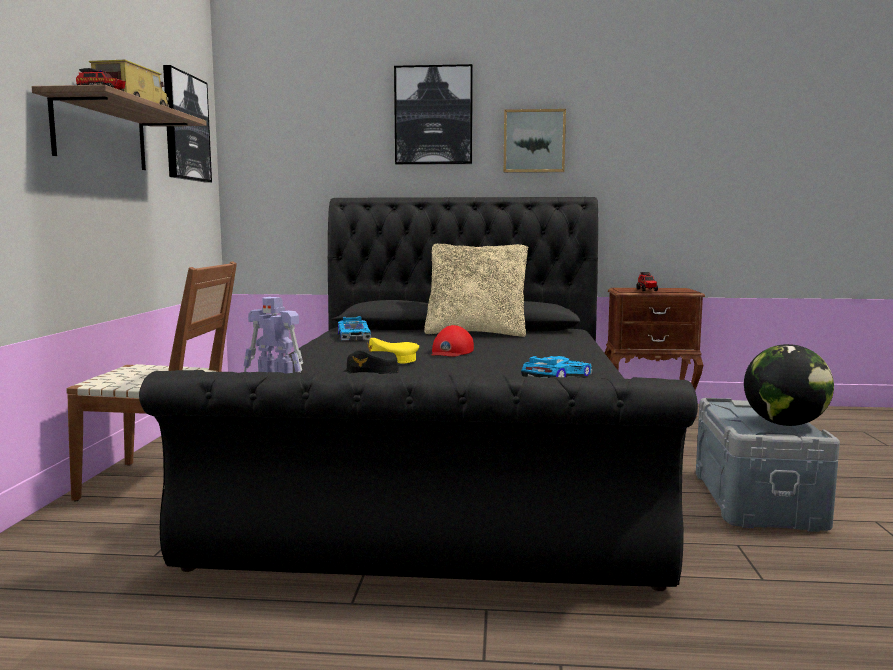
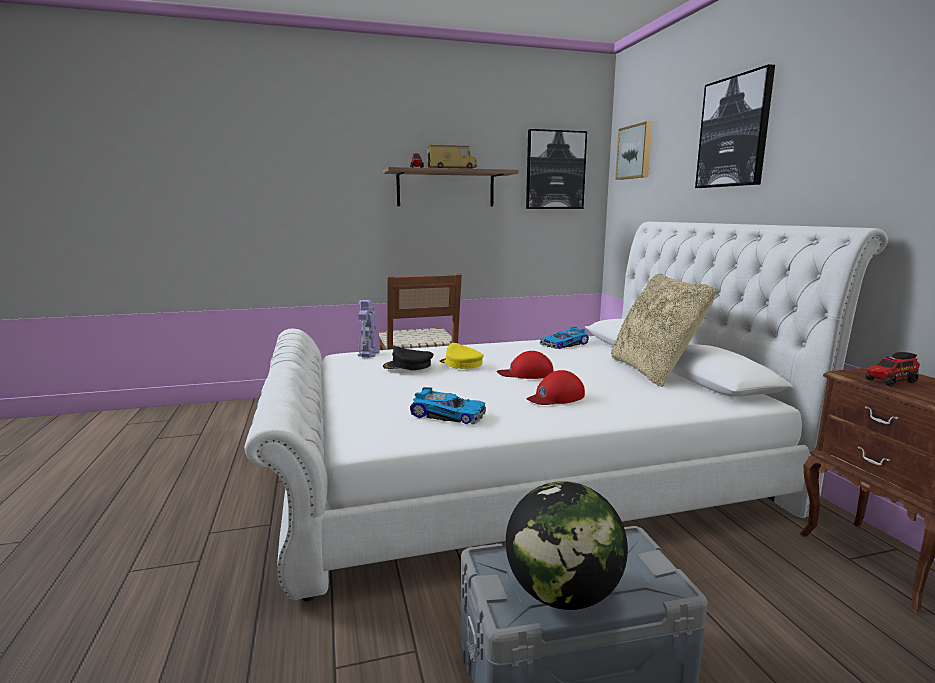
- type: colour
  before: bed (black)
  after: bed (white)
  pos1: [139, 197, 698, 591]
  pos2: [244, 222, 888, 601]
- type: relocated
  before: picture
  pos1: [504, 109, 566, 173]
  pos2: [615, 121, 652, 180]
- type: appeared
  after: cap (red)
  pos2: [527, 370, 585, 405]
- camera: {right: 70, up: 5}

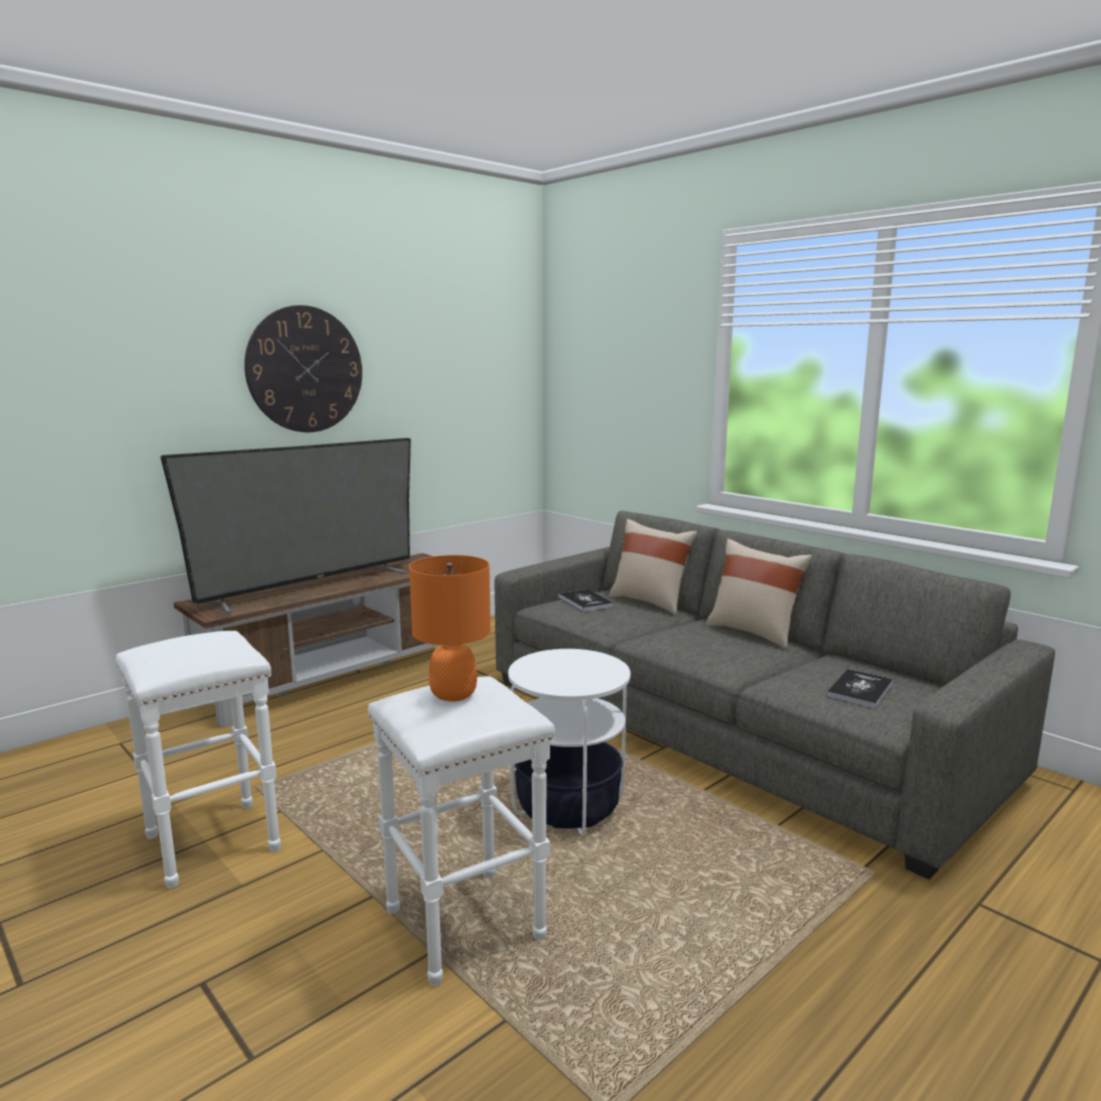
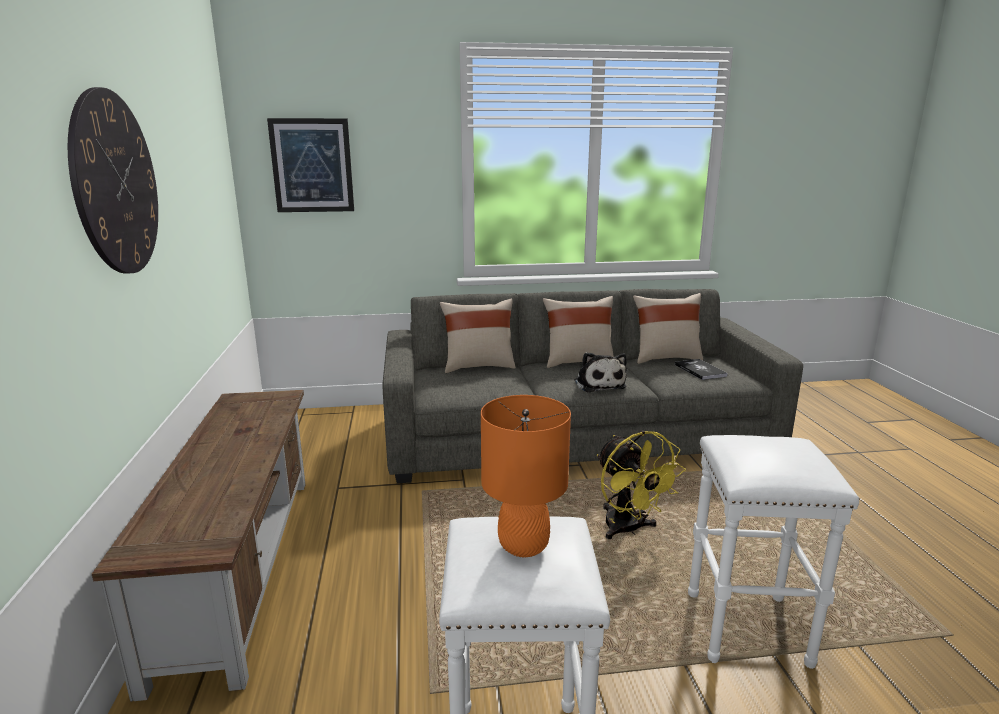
- type: missing
  before: television
  pos1: [161, 438, 411, 614]
- type: relocated
  before: table lamp (orange)
  pos1: [409, 555, 491, 702]
  pos2: [481, 395, 571, 557]
- type: exchanged
  before: side table (white)
  after: fan (yellow)
  pos1: [508, 649, 631, 836]
  pos2: [597, 431, 686, 539]
- type: missing
  before: book
  pos1: [558, 589, 614, 612]
- type: appeared
  after: picture
  pos2: [267, 118, 354, 212]
- type: appeared
  after: plush toy
  pos2: [575, 352, 627, 392]
- type: appeared
  after: pillow (beige)
  pos2: [633, 293, 703, 364]
- camera: {right: -55, up: 5}

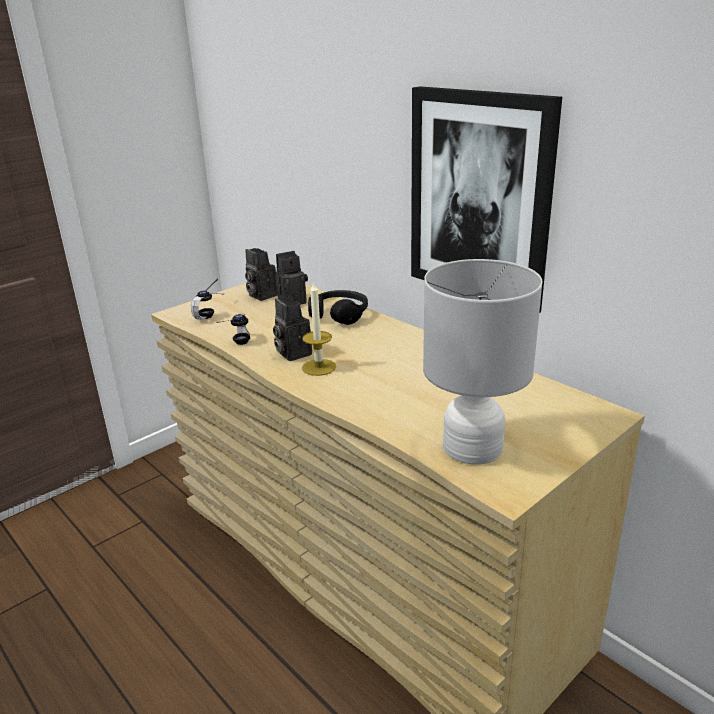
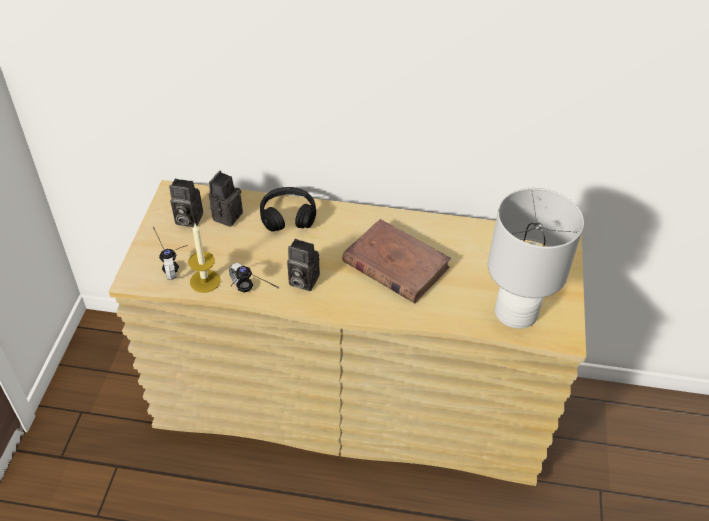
- type: relocated
  before: candle
  pos1: [302, 281, 336, 376]
  pos2: [188, 224, 220, 293]
- type: missing
  before: picture
  pos1: [411, 86, 562, 313]
- type: appeared
  after: book (brown)
  pos2: [342, 219, 451, 304]
- camera: {right: -40, up: 20}

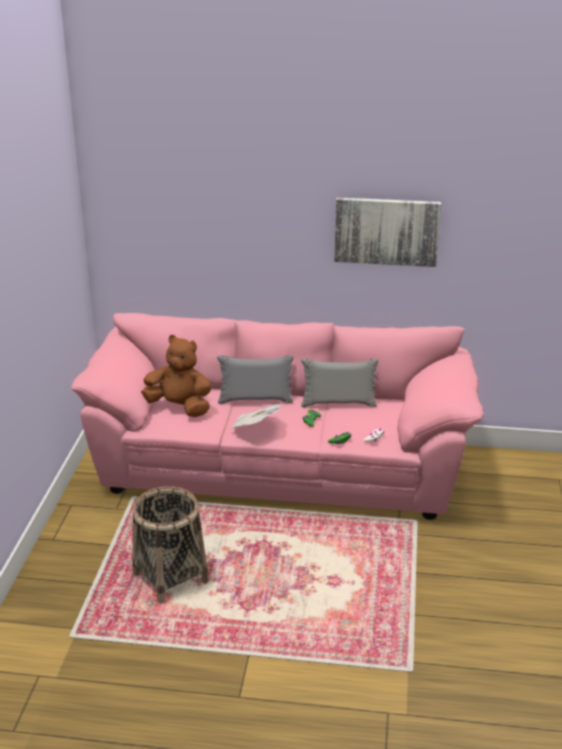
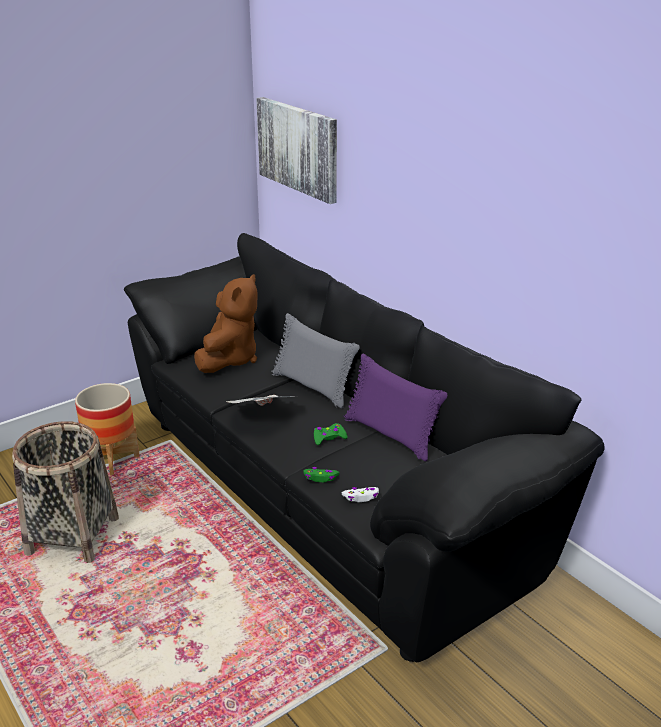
- type: colour
  before: sofa (pink)
  after: sofa (black)
  pos1: [71, 313, 484, 520]
  pos2: [124, 233, 605, 663]
- type: spun
  before: plush toy (brown)
  pos1: [141, 335, 211, 417]
  pos2: [194, 274, 257, 373]
  turn: 45
- type: colour
  before: pillow (grey)
  after: pillow (purple)
  pos1: [301, 358, 378, 408]
  pos2: [344, 354, 447, 461]
- type: relocated
  before: picture
  pos1: [334, 197, 442, 267]
  pos2: [256, 97, 337, 204]
- type: appeared
  after: planter
  pos2: [75, 383, 140, 475]
- camera: {right: 45, up: 0}

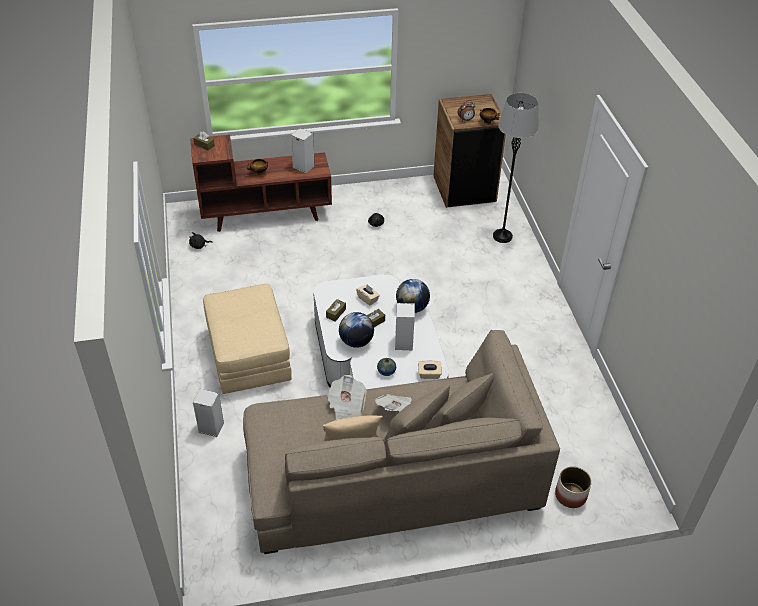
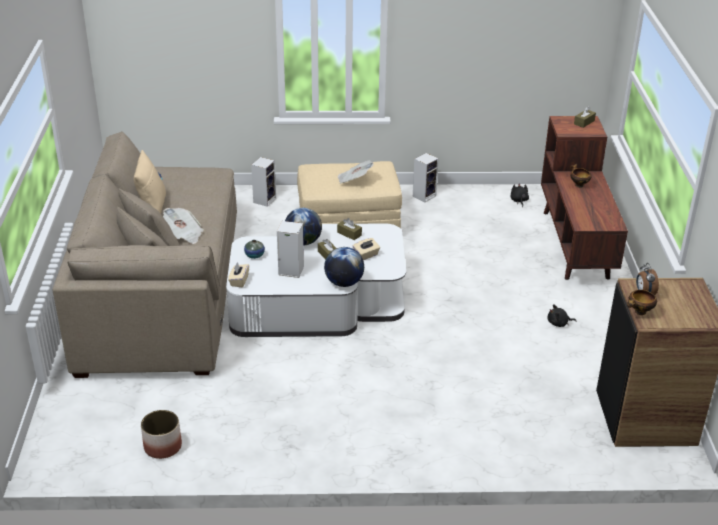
- type: relocated
  before: speaker
  pos1: [291, 128, 314, 173]
  pos2: [413, 153, 439, 202]
- type: relocated
  before: newspaper
  pos1: [327, 375, 367, 420]
  pos2: [338, 160, 374, 184]
- type: missing
  before: floor lamp (grey)
  pos1: [493, 93, 539, 243]
- type: relocated
  before: planter
  pos1: [555, 466, 592, 508]
  pos2: [141, 410, 182, 459]
- camera: {right: 100, up: -10}

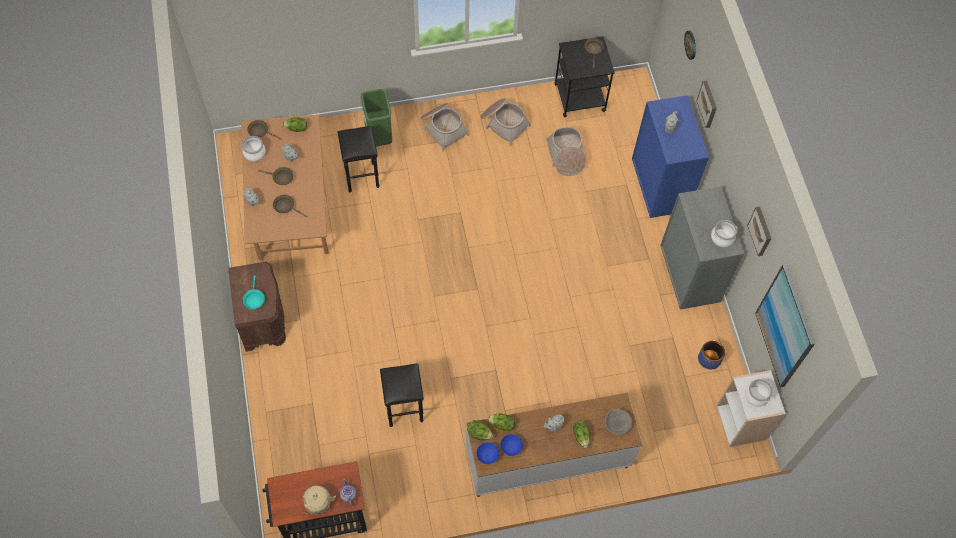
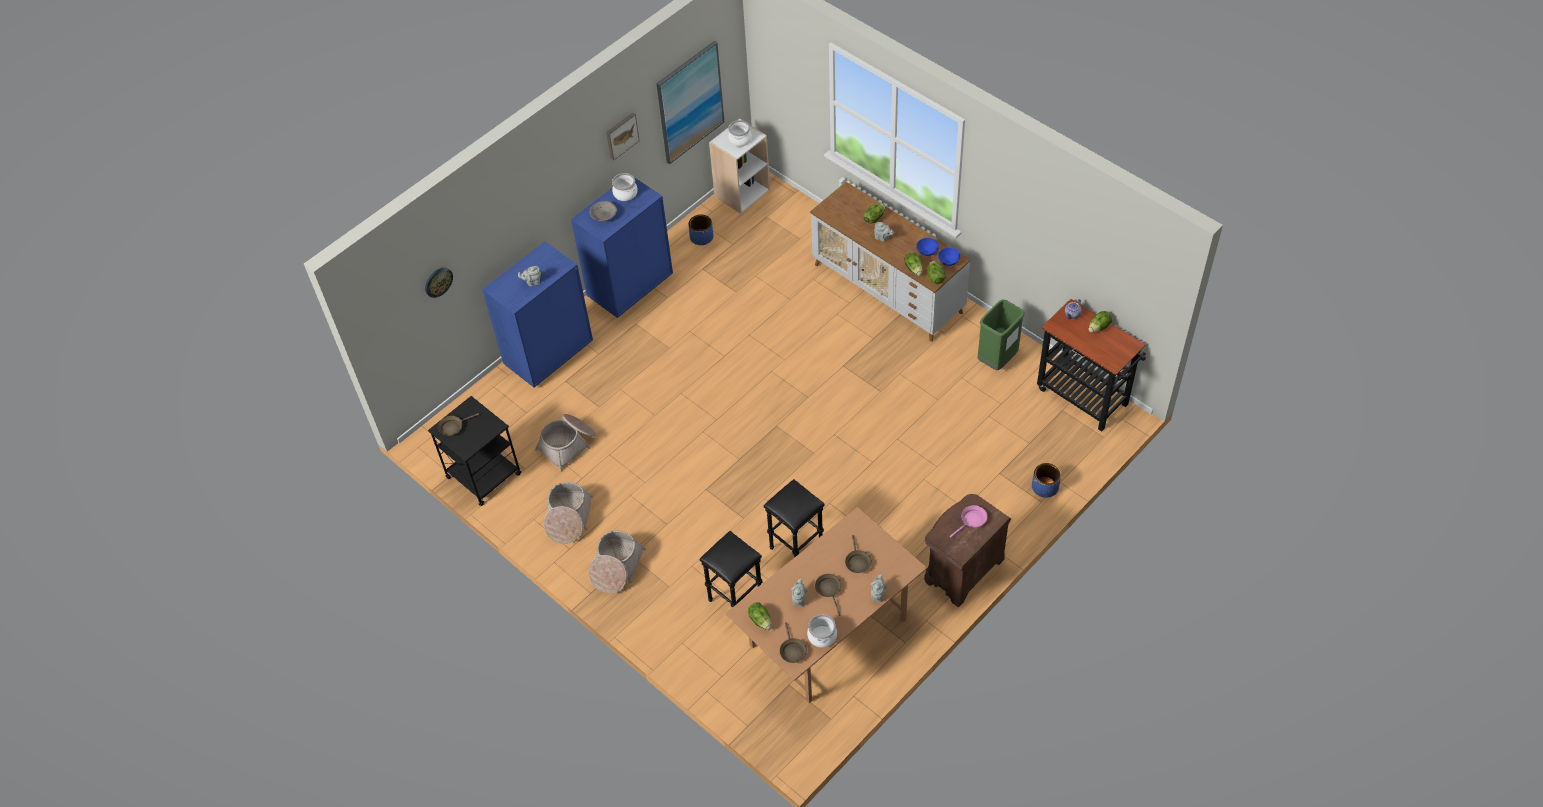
- type: colour
  before: frying pan (turquoise)
  after: frying pan (pink)
  pos1: [243, 275, 265, 309]
  pos2: [950, 505, 988, 537]
- type: exchanged
  before: kettle (beige)
  after: lettuce
  pos1: [303, 485, 336, 515]
  pos2: [1088, 311, 1113, 333]
- type: relocated
  before: trash can (green)
  pos1: [361, 89, 392, 147]
  pos2: [978, 299, 1025, 370]
- type: relocated
  before: stool (black)
  pos1: [380, 363, 424, 427]
  pos2: [764, 479, 825, 558]
- type: relocated
  before: bowl (grey)
  pos1: [605, 409, 632, 435]
  pos2: [590, 201, 617, 222]
- type: colour
  before: cabinet (grey)
  after: cabinet (blue)
  pos1: [660, 186, 744, 310]
  pos2: [571, 177, 673, 318]
- type: missing
  before: picture
  pos1: [697, 80, 717, 128]
- type: appeared
  after: planter (blue)
  pos2: [1032, 463, 1061, 498]
- camera: {right: -120, up: -10}

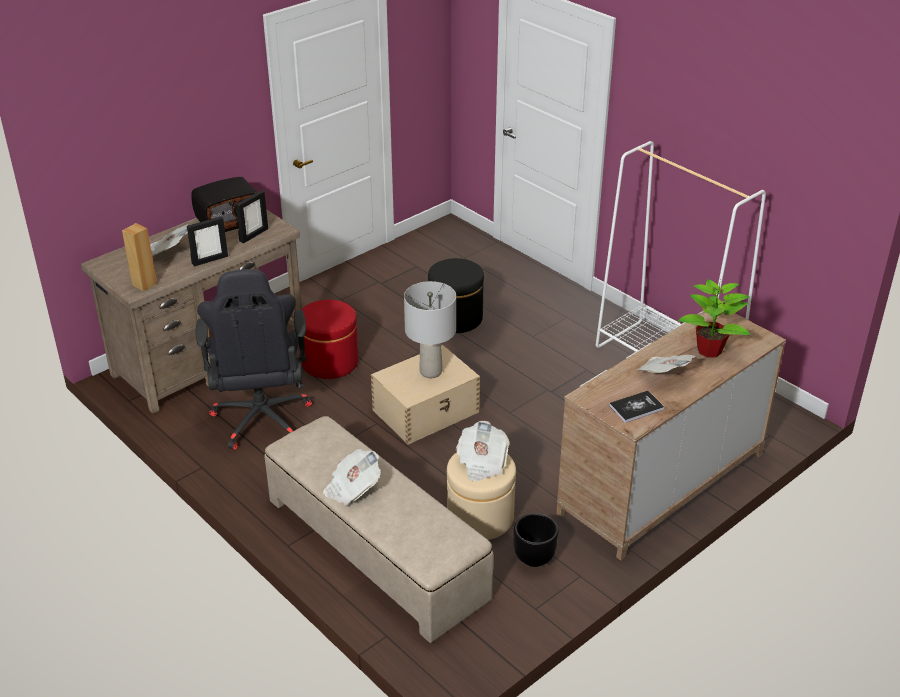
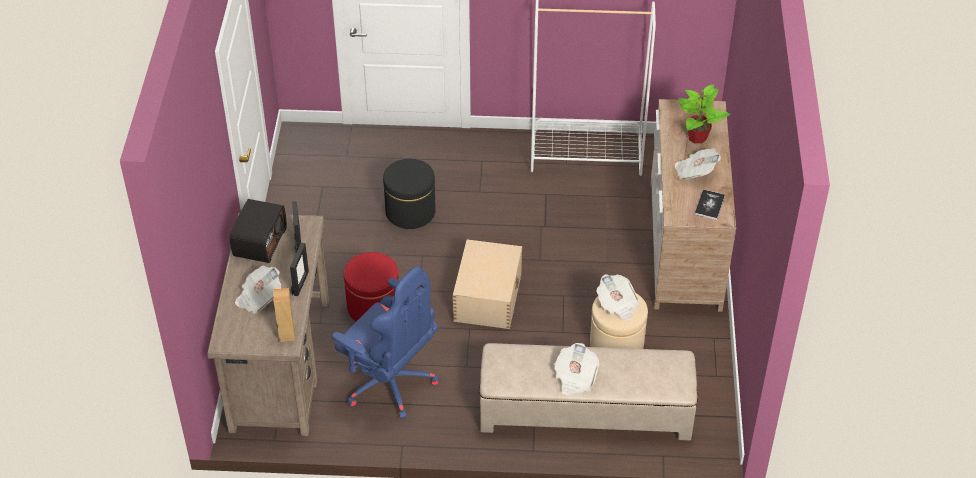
- type: colour
  before: office chair (black)
  after: office chair (blue)
  pos1: [196, 269, 312, 450]
  pos2: [332, 266, 439, 419]
- type: missing
  before: table lamp (grey)
  pos1: [404, 281, 456, 378]
- type: missing
  before: planter (black)
  pos1: [514, 513, 558, 567]
- camera: {right: -45, up: 10}

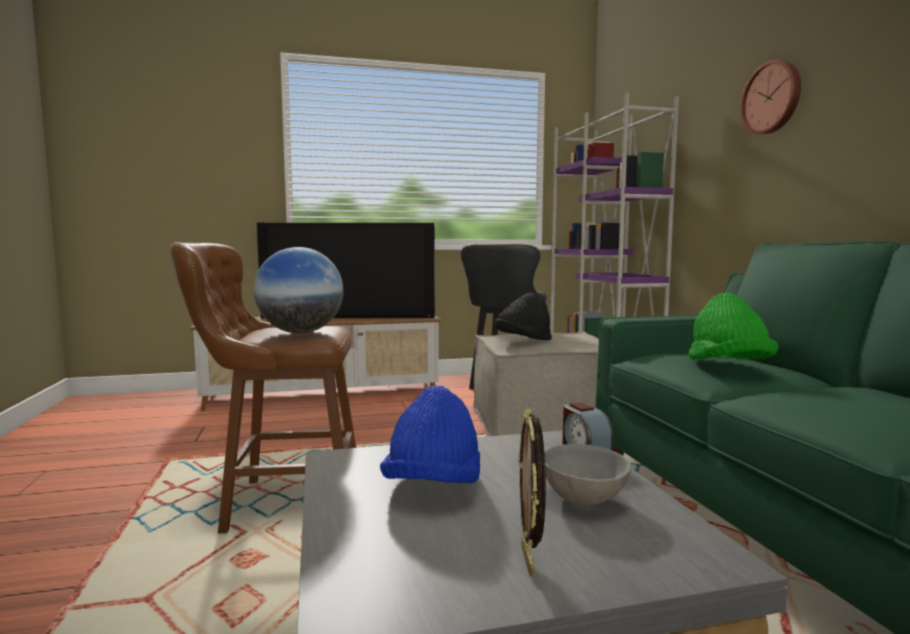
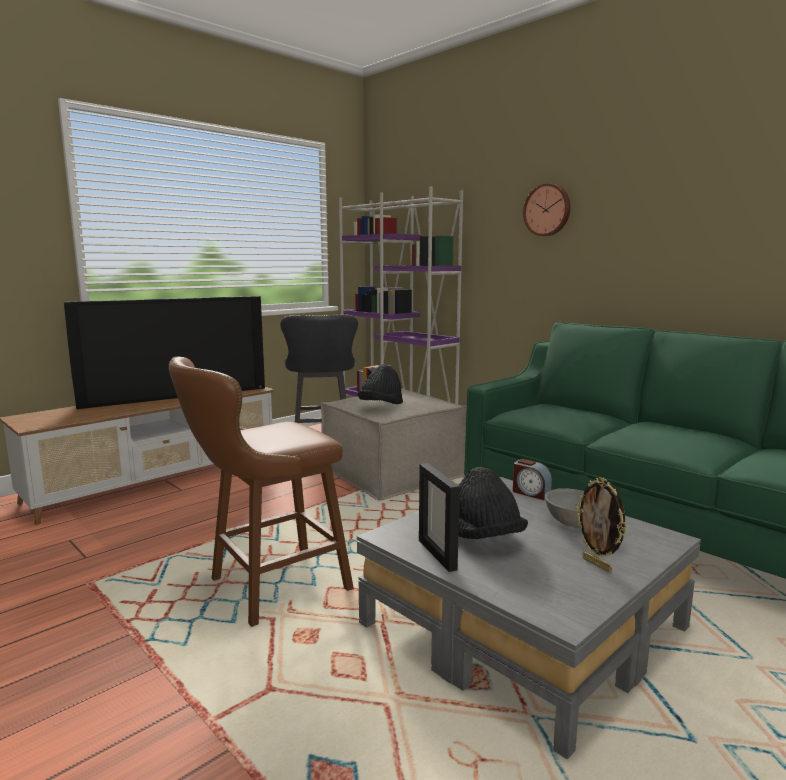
- type: missing
  before: globe
  pos1: [254, 247, 343, 333]
- type: colour
  before: hat (blue)
  after: hat (black)
  pos1: [380, 386, 480, 483]
  pos2: [458, 467, 528, 539]
- type: missing
  before: hat (green)
  pos1: [688, 293, 779, 359]
- type: appeared
  after: picture frame
  pos2: [419, 463, 460, 572]
- camera: {right: -30, up: 5}

